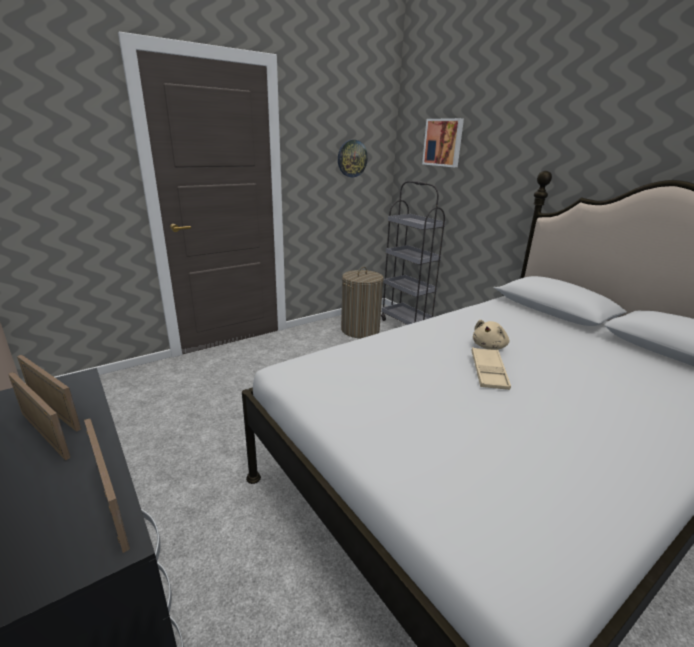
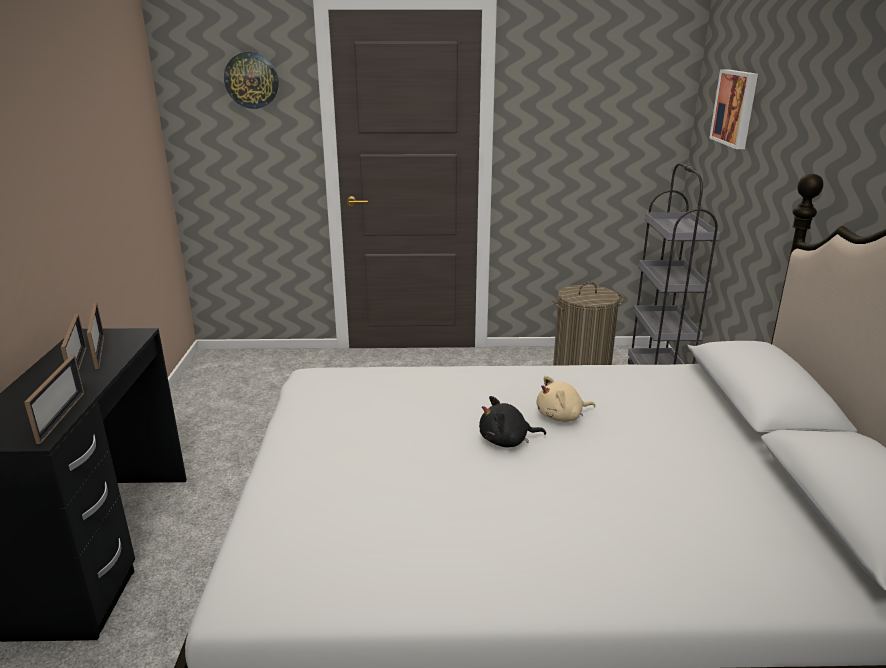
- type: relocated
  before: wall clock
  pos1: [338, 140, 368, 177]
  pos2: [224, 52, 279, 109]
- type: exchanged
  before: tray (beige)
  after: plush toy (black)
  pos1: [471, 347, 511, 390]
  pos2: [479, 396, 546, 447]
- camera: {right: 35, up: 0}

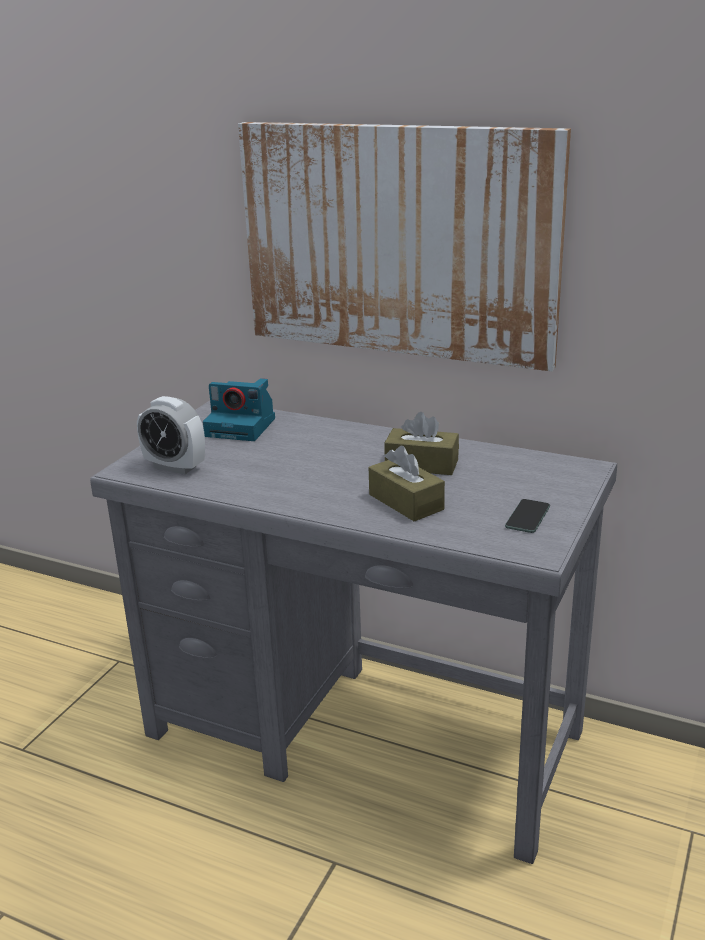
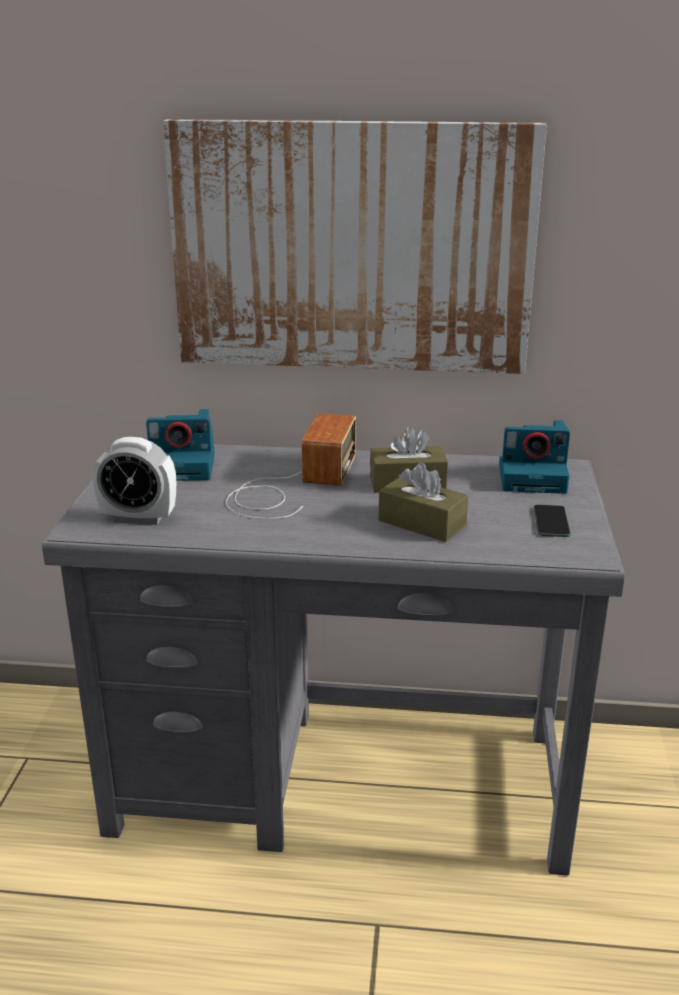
- type: appeared
  after: radio
  pos2: [226, 413, 356, 519]
- type: appeared
  after: photo camera
  pos2: [499, 420, 570, 494]
- camera: {right: -20, up: 0}

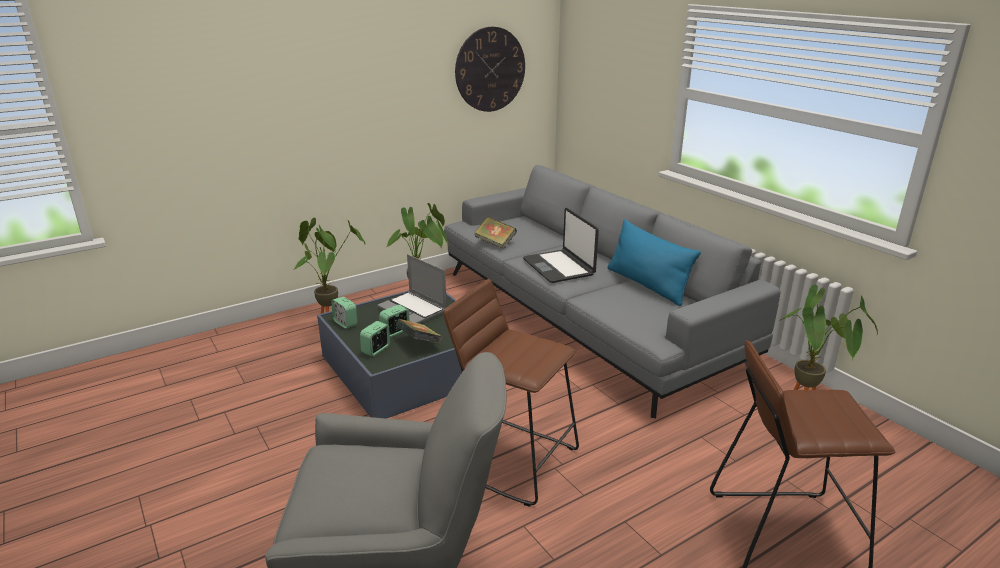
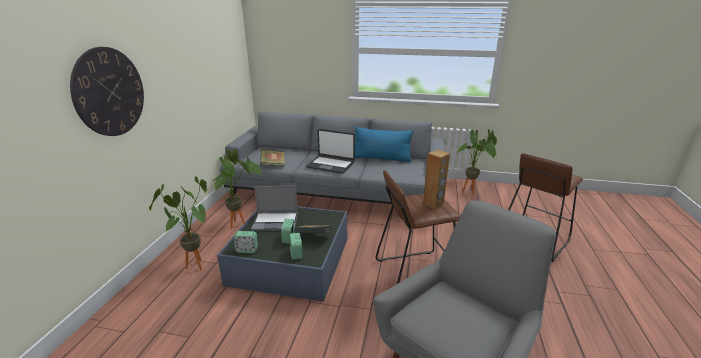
- type: relocated
  before: wall clock
  pos1: [455, 27, 525, 112]
  pos2: [70, 47, 144, 136]
- type: appeared
  after: speaker (brown)
  pos2: [423, 150, 450, 209]
- camera: {right: -45, up: 0}

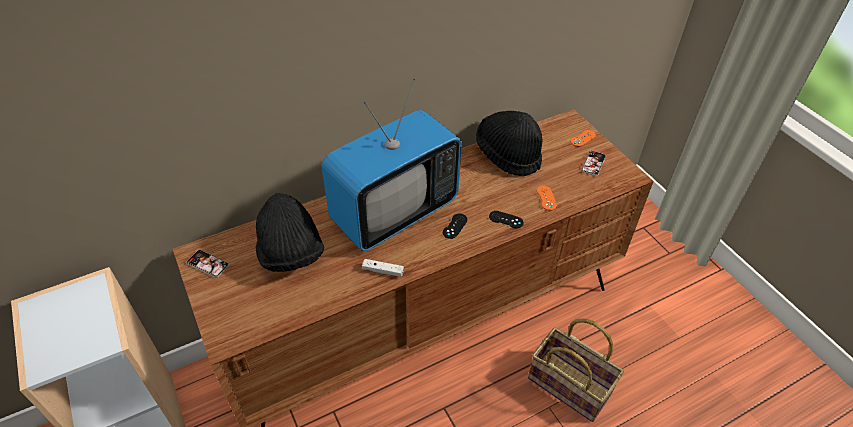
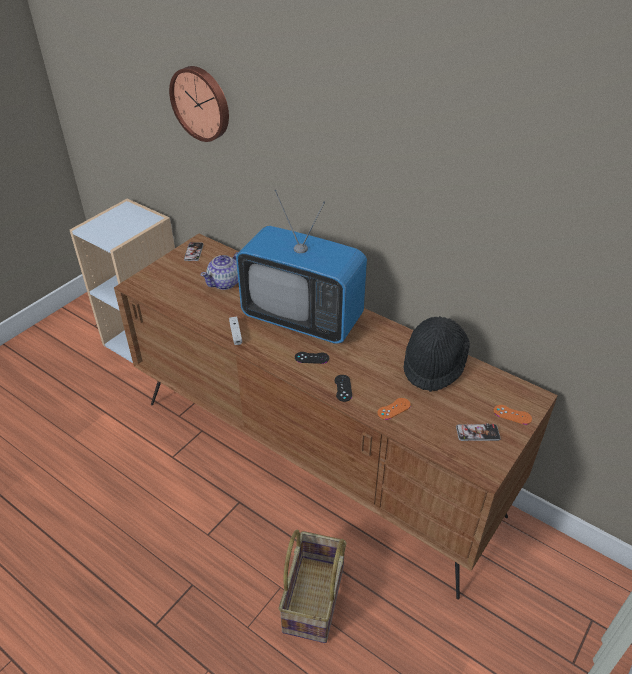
- type: exchanged
  before: hat (black)
  after: teapot
  pos1: [256, 193, 324, 272]
  pos2: [200, 252, 239, 290]
- type: appeared
  after: wall clock
  pos2: [169, 66, 229, 142]
- camera: {right: 65, up: -5}

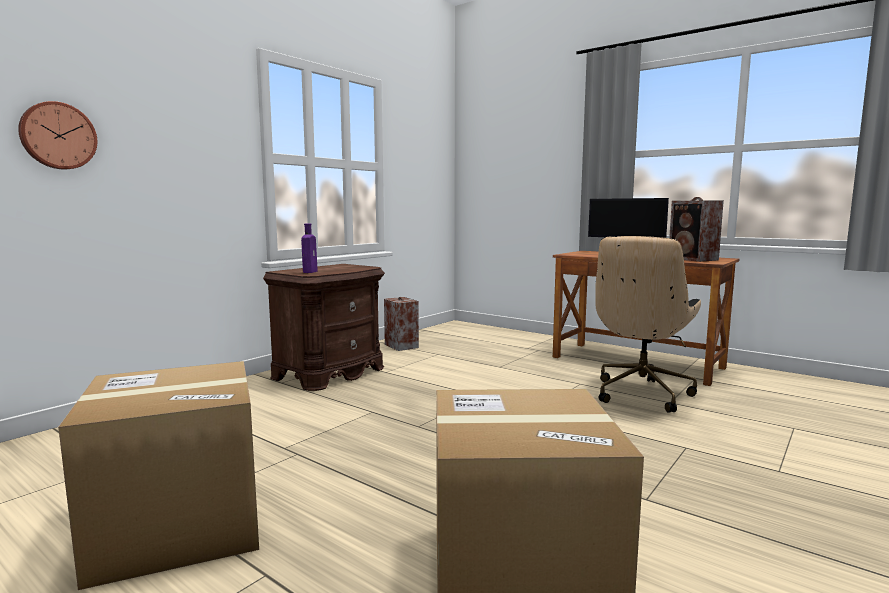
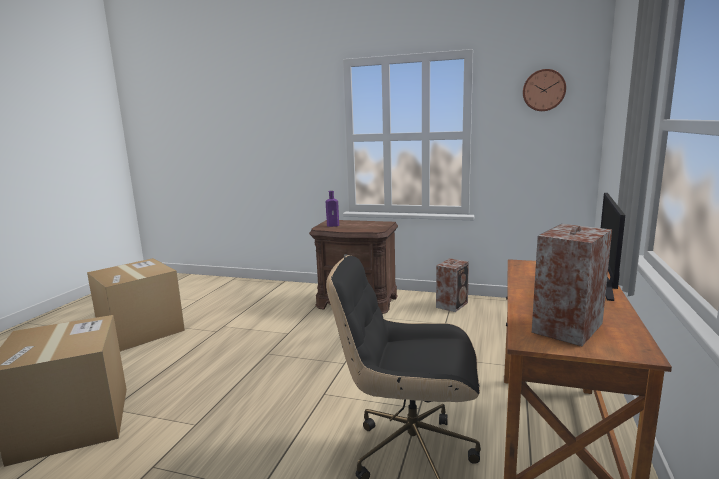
- type: relocated
  before: wall clock
  pos1: [18, 101, 97, 169]
  pos2: [523, 69, 566, 111]
- camera: {right: 70, up: 5}

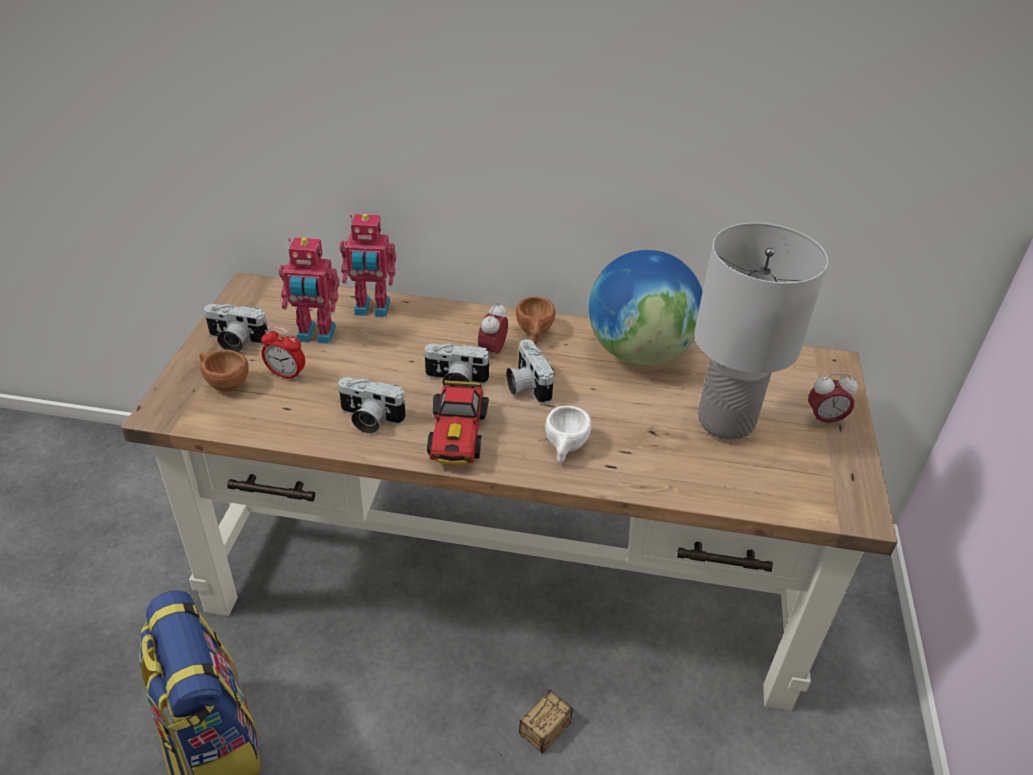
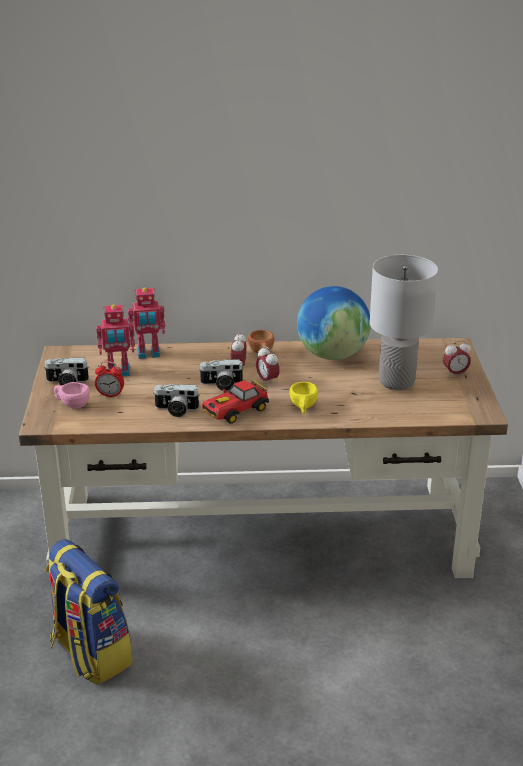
- type: colour
  before: cup (brown)
  after: cup (pink)
  pos1: [199, 350, 249, 392]
  pos2: [54, 382, 90, 409]
- type: spun
  before: toy car
  pos1: [427, 380, 489, 465]
  pos2: [202, 380, 269, 423]
  turn: 60
- type: missing
  before: storage box
  pos1: [500, 690, 573, 756]
- type: exchanged
  before: photo camera
  after: alarm clock
  pos1: [506, 339, 555, 404]
  pos2: [256, 346, 280, 386]
- type: colour
  before: cup (white)
  after: cup (yellow)
  pos1: [545, 406, 592, 463]
  pos2: [290, 382, 318, 414]
- camera: {right: -10, up: -10}

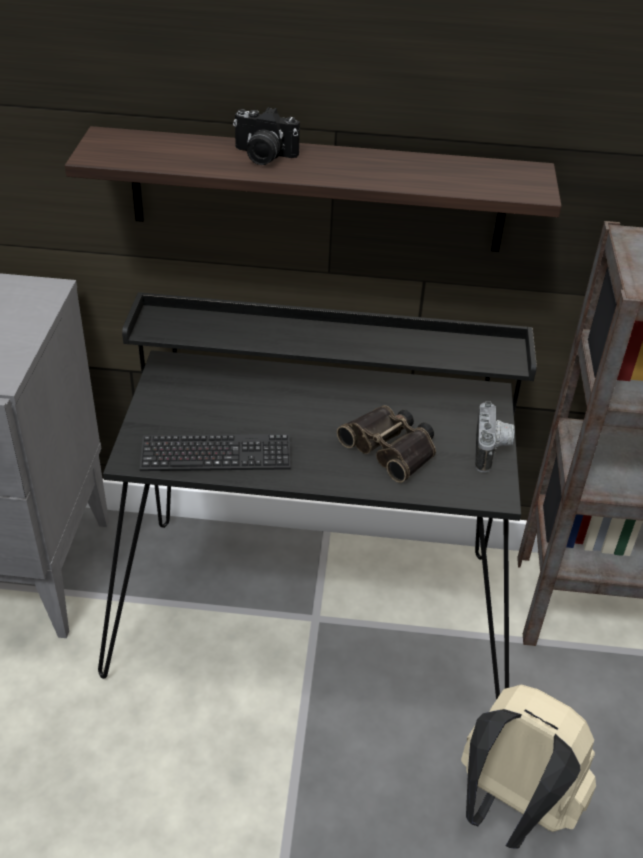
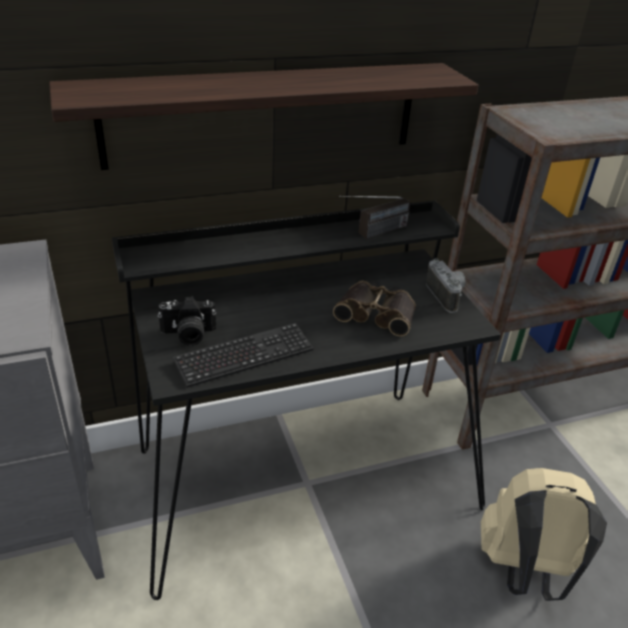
- type: relocated
  before: photo camera
  pos1: [233, 107, 300, 165]
  pos2: [158, 296, 216, 346]
- type: appeared
  after: radio
  pos2: [339, 196, 411, 239]
- camera: {right: -25, up: -5}

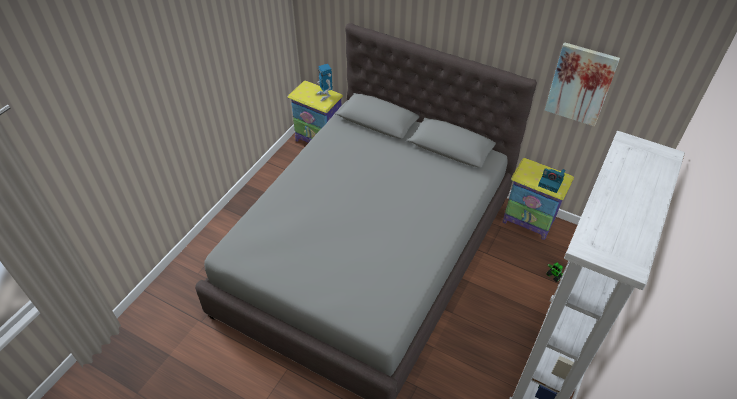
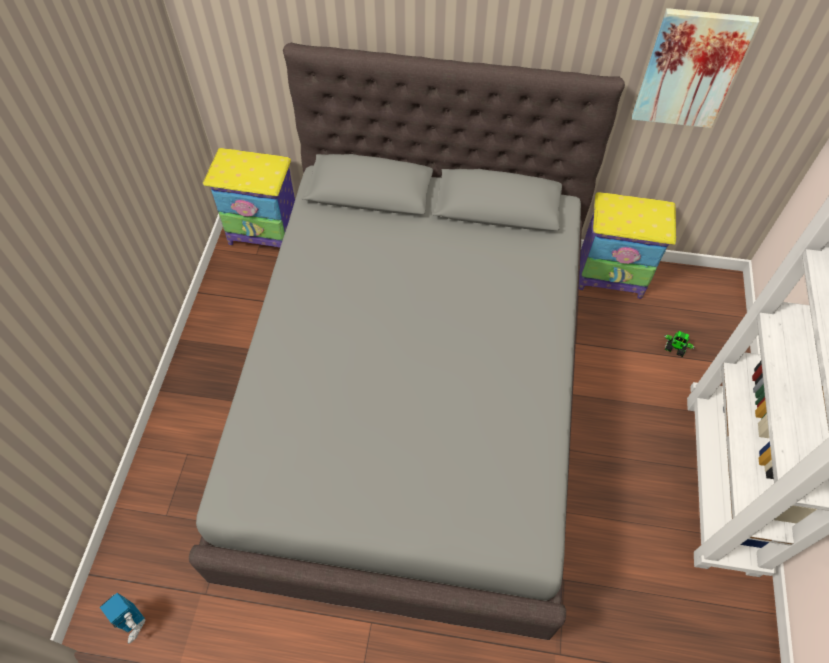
- type: relocated
  before: toy robot
  pos1: [317, 64, 333, 101]
  pos2: [100, 593, 145, 643]
- type: missing
  before: photo camera
  pos1: [538, 168, 565, 193]
- camera: {right: -20, up: 10}

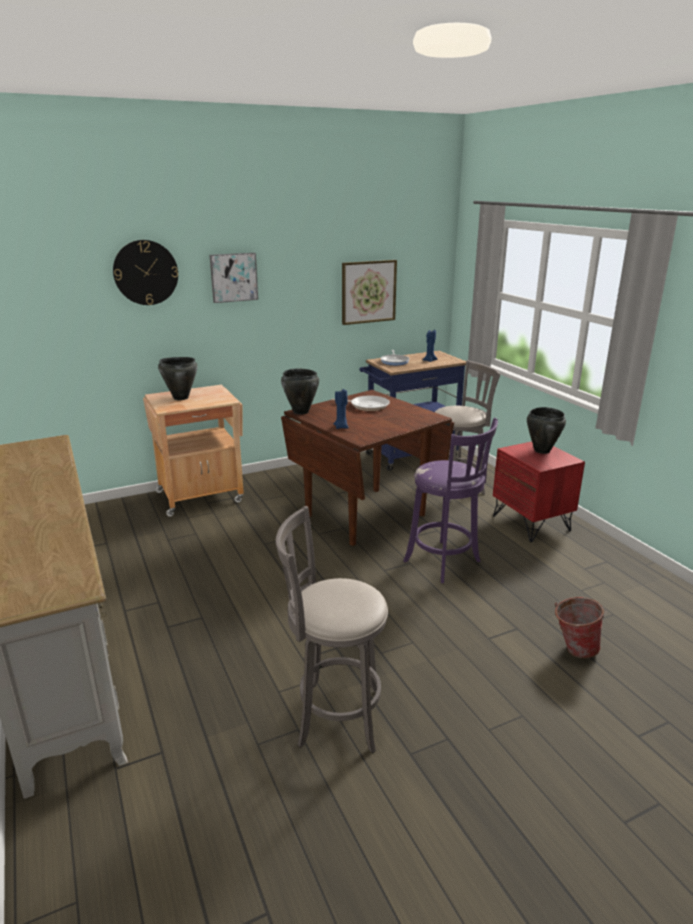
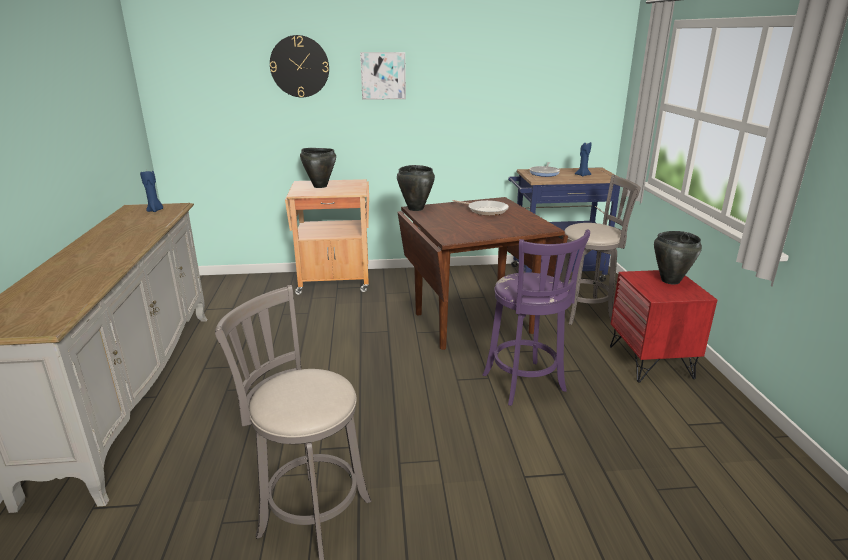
- type: relocated
  before: candle (blue)
  pos1: [333, 389, 349, 429]
  pos2: [140, 169, 163, 212]
- type: missing
  before: picture
  pos1: [342, 260, 397, 325]
- type: missing
  before: bucket
  pos1: [555, 597, 607, 658]
- camera: {right: 20, up: 0}

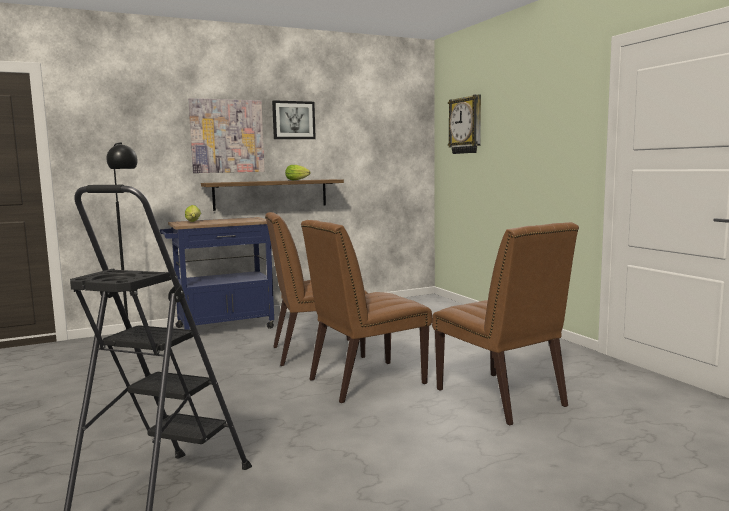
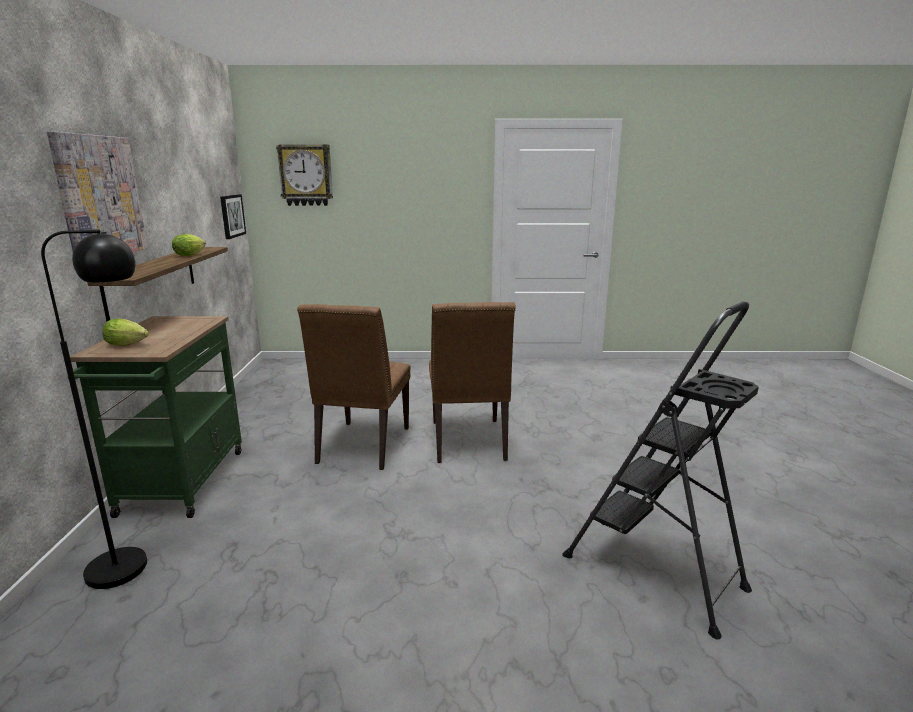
- type: colour
  before: cart (blue)
  after: cart (green)
  pos1: [160, 217, 274, 340]
  pos2: [68, 316, 243, 518]
- type: relocated
  before: picture
  pos1: [272, 100, 316, 139]
  pos2: [220, 194, 246, 239]
- type: missing
  before: chair (brown)
  pos1: [432, 222, 579, 425]
- camera: {right: -65, up: 10}

